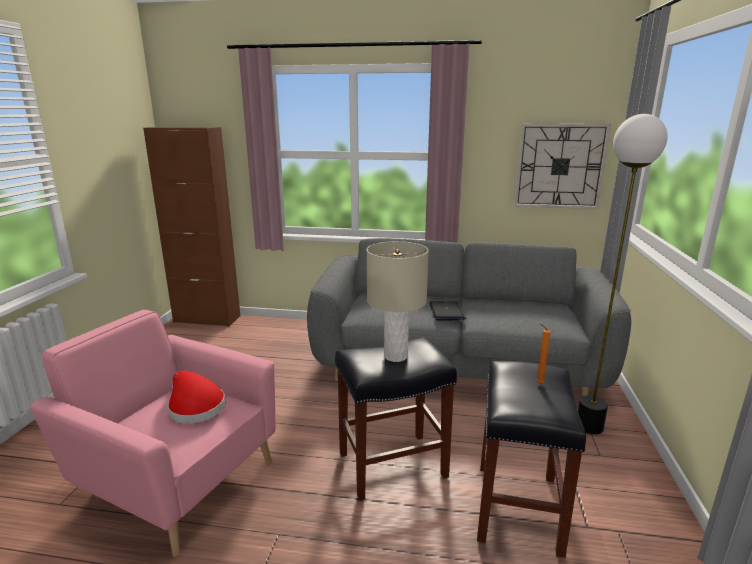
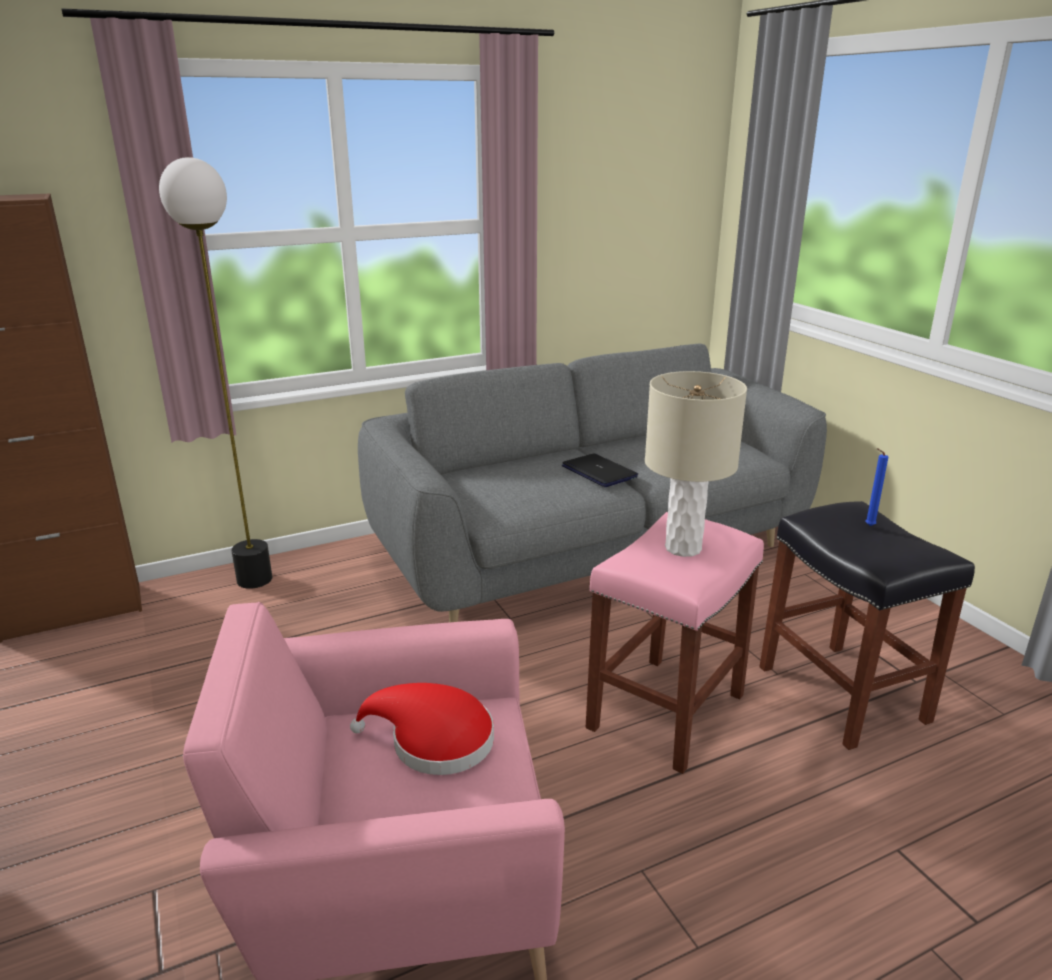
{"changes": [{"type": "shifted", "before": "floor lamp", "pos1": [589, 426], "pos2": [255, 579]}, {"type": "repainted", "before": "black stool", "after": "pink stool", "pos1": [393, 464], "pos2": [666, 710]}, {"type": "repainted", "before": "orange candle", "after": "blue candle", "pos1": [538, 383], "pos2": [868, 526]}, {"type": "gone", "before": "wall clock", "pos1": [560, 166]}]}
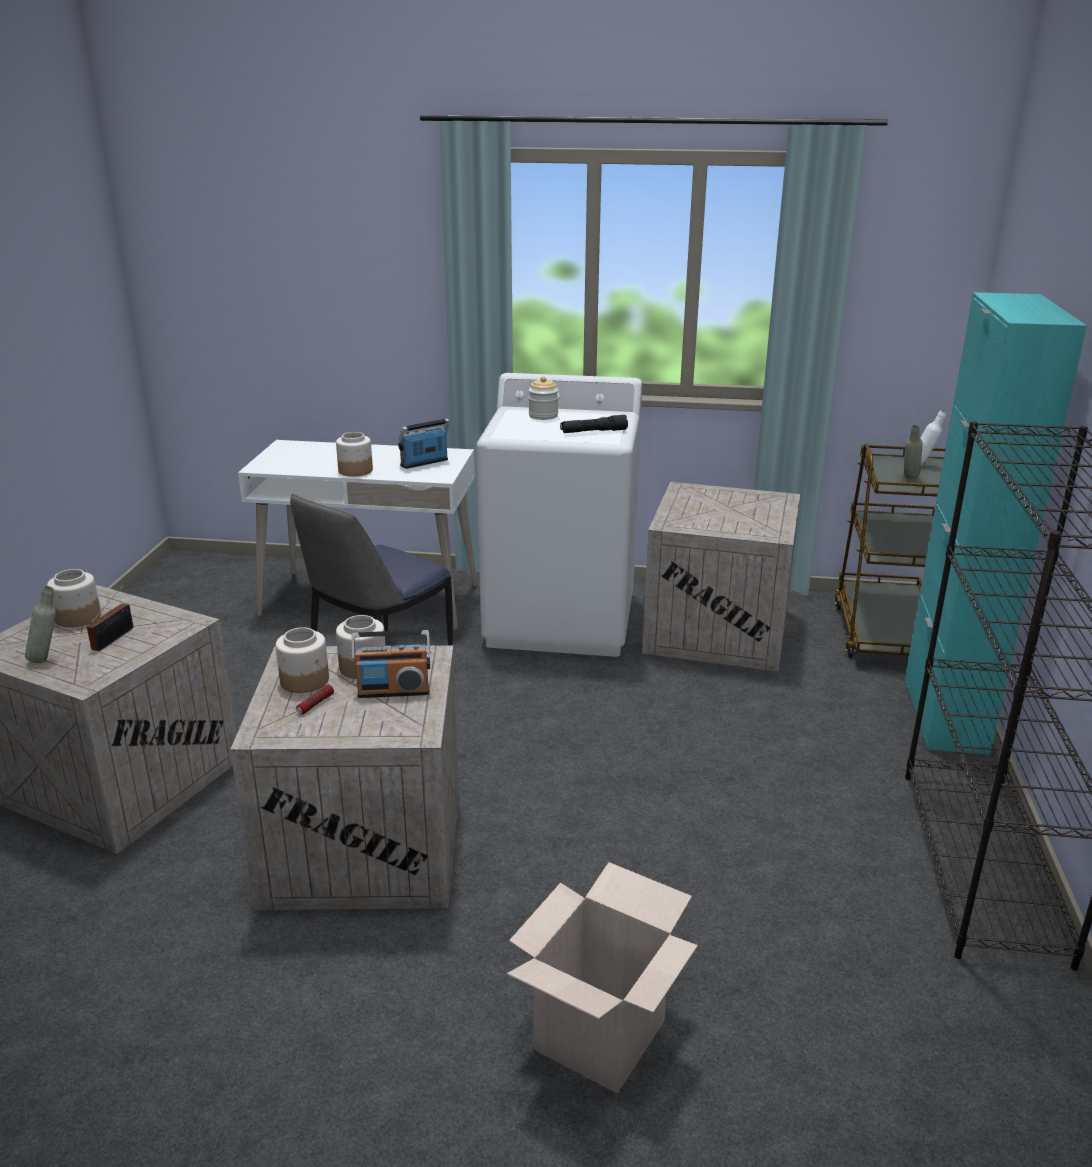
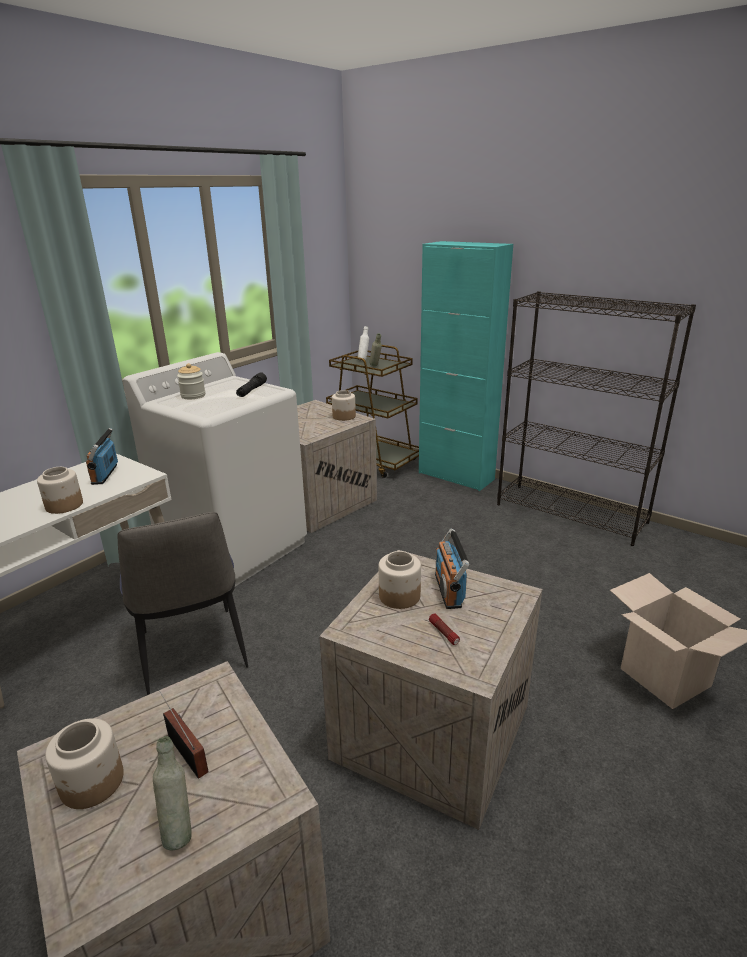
{"changes": [{"type": "shifted", "before": "jar", "pos1": [305, 680], "pos2": [344, 416]}, {"type": "rotated", "before": "radio", "pos1": [393, 691], "pos2": [449, 590], "turn": 150}]}
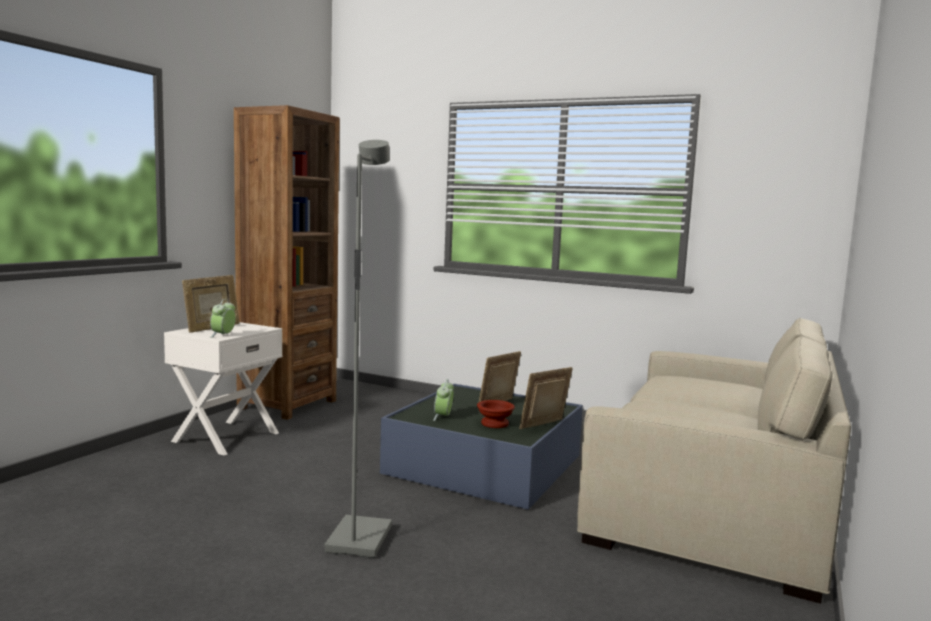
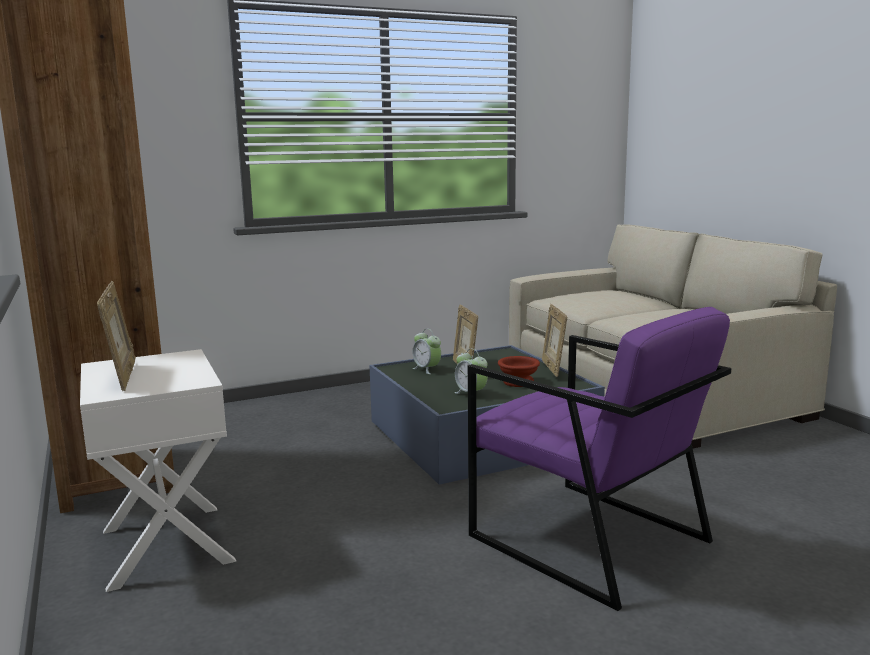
{"changes": [{"type": "shifted", "before": "alarm clock", "pos1": [223, 336], "pos2": [427, 369]}, {"type": "swapped", "before": "grey floor lamp", "after": "purple armchair", "pos1": [357, 539], "pos2": [588, 538]}]}
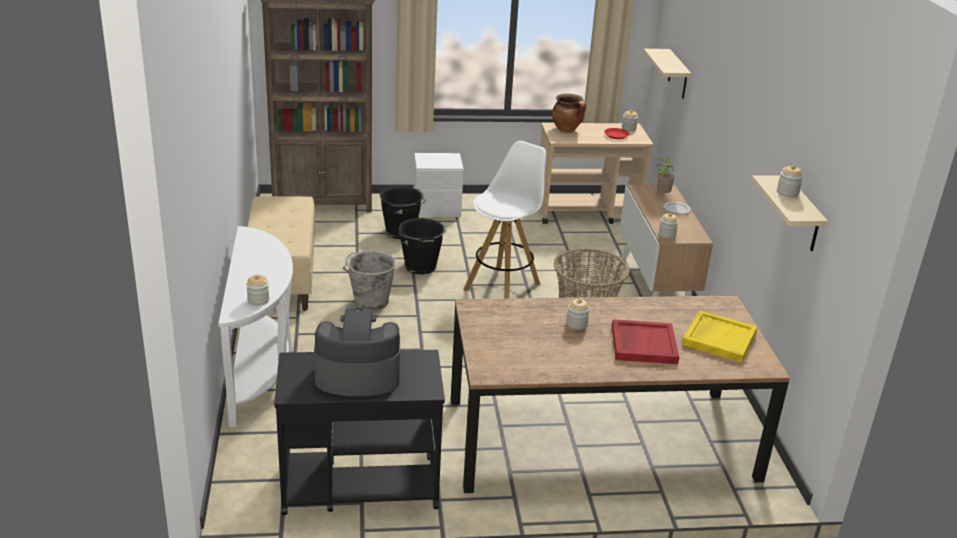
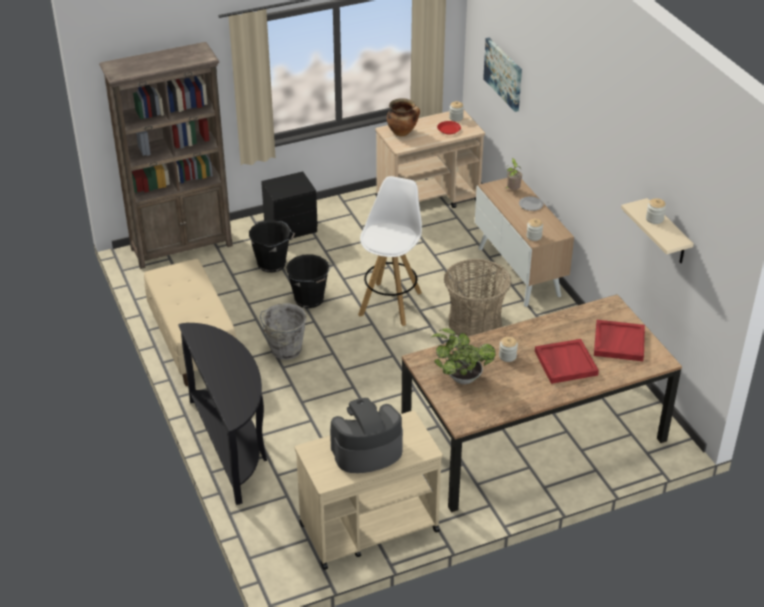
{"changes": [{"type": "repainted", "before": "white console table", "after": "black console table", "pos1": [262, 372], "pos2": [232, 445]}, {"type": "repainted", "before": "white nightstand", "after": "black nightstand", "pos1": [436, 209], "pos2": [290, 228]}, {"type": "repainted", "before": "black cart", "after": "beige cart", "pos1": [359, 485], "pos2": [368, 528]}, {"type": "new", "after": "potted plant", "pos2": [460, 377]}, {"type": "swapped", "before": "beige shelf", "after": "picture", "pos1": [678, 75], "pos2": [503, 74]}, {"type": "repainted", "before": "yellow tray", "after": "red tray", "pos1": [718, 338], "pos2": [618, 342]}, {"type": "gone", "before": "jar", "pos1": [258, 300]}]}
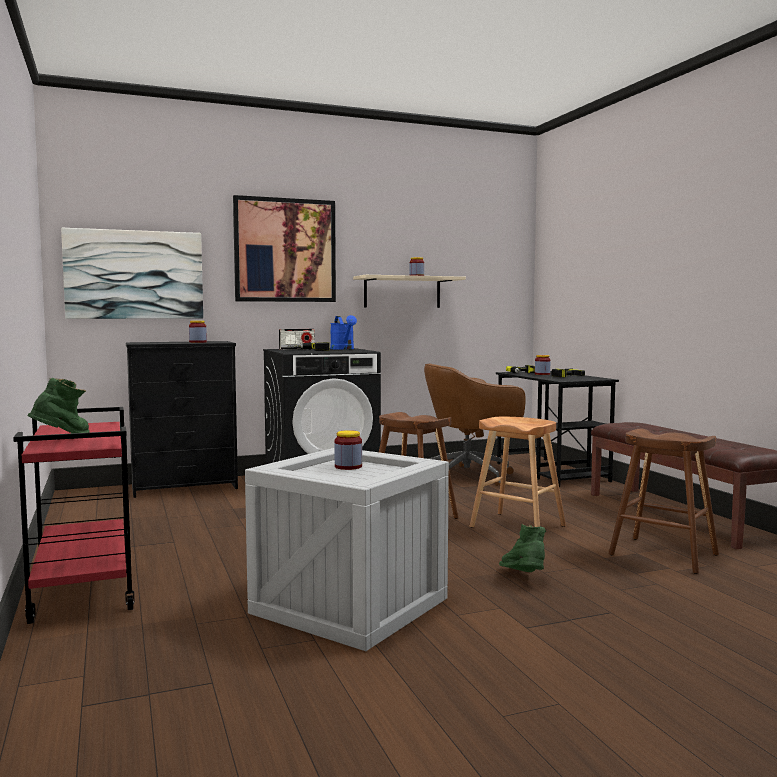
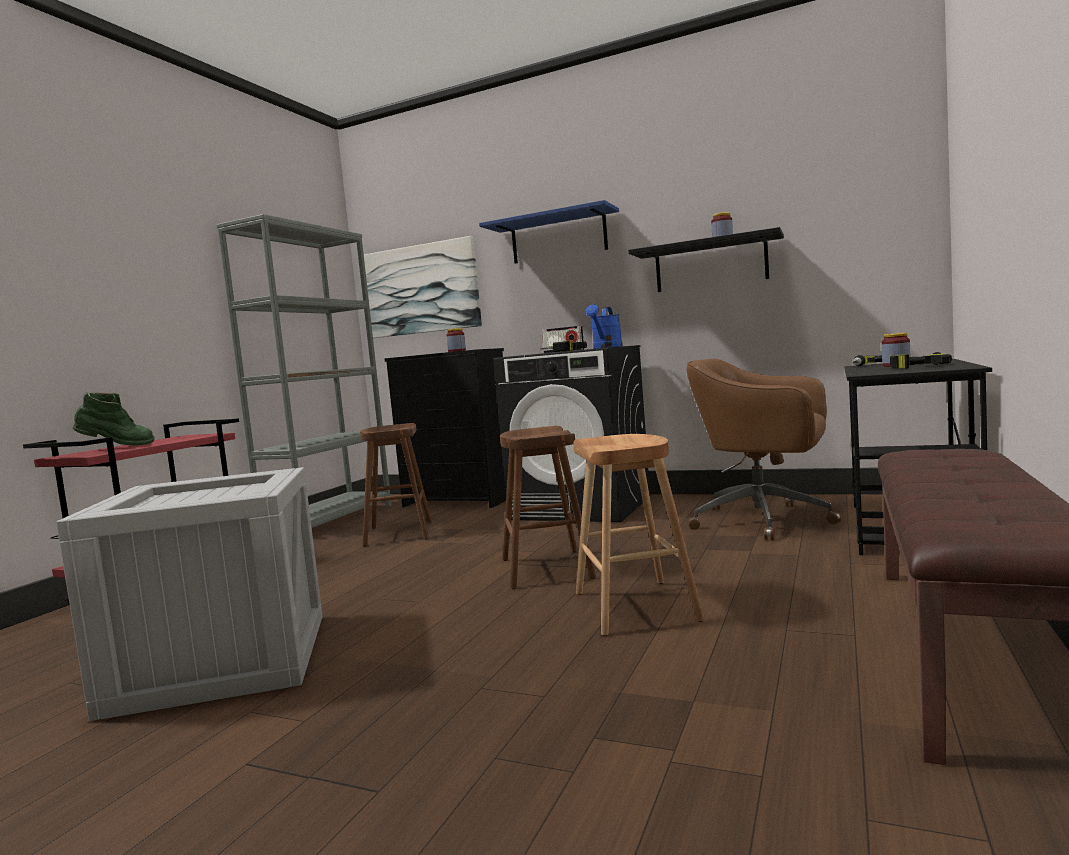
{"changes": [{"type": "new", "after": "grey bookcase", "pos2": [330, 520]}, {"type": "shifted", "before": "brown stool", "pos1": [664, 554], "pos2": [399, 533]}, {"type": "swapped", "before": "picture", "after": "blue shelf", "pos1": [285, 250], "pos2": [558, 237]}, {"type": "repainted", "before": "beige shelf", "after": "black shelf", "pos1": [402, 292], "pos2": [710, 265]}, {"type": "gone", "before": "jar", "pos1": [348, 466]}, {"type": "gone", "before": "green boot", "pos1": [523, 578]}]}
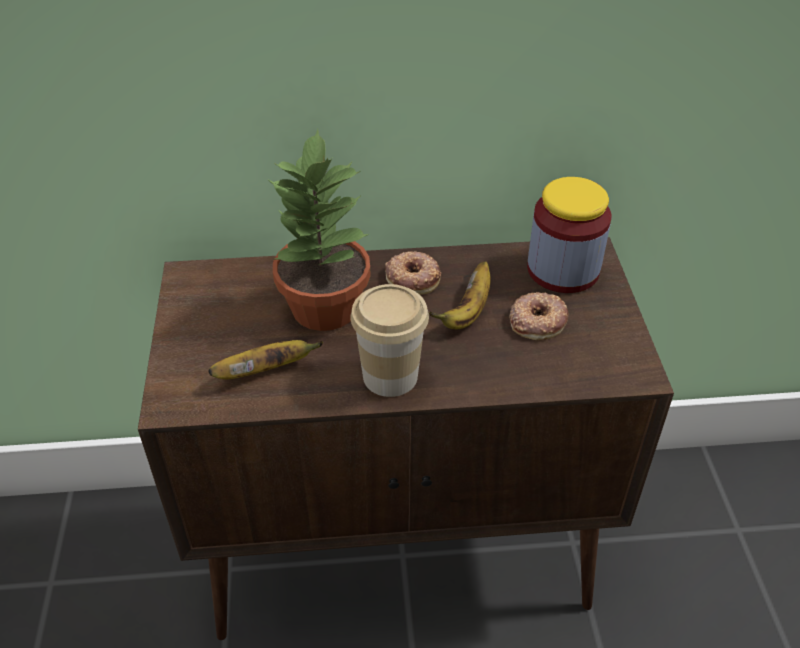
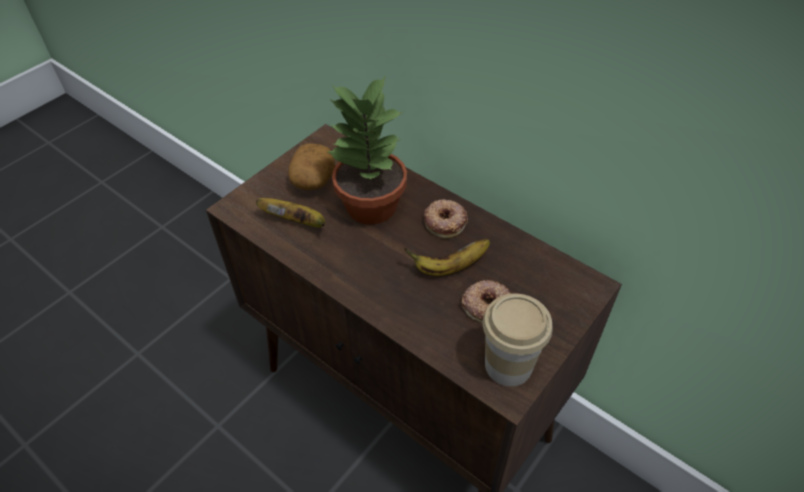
{"changes": [{"type": "new", "after": "potato", "pos2": [313, 179]}, {"type": "shifted", "before": "cup", "pos1": [390, 376], "pos2": [508, 365]}, {"type": "gone", "before": "jar", "pos1": [563, 270]}]}
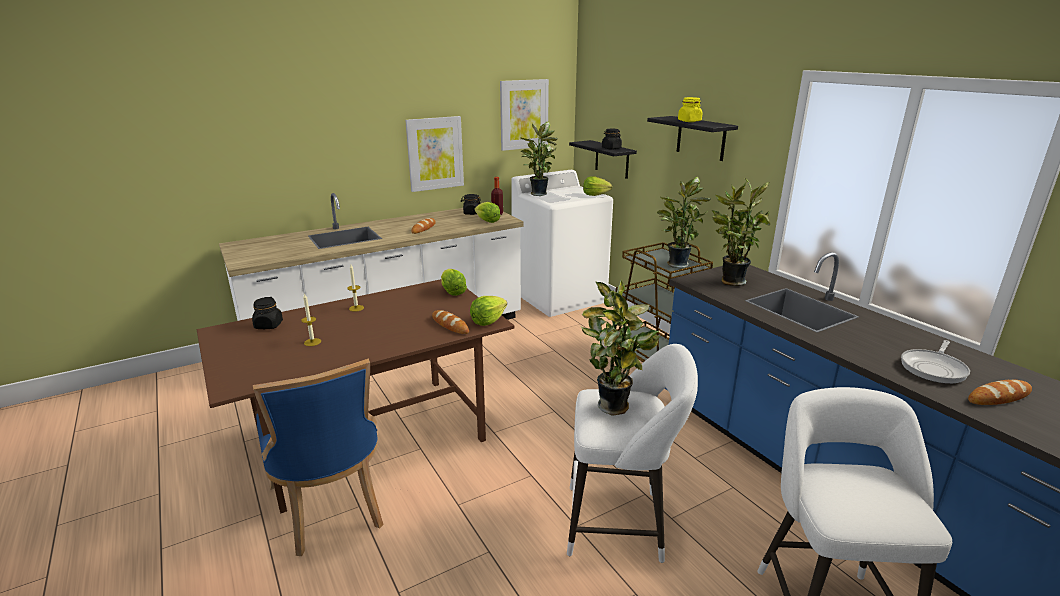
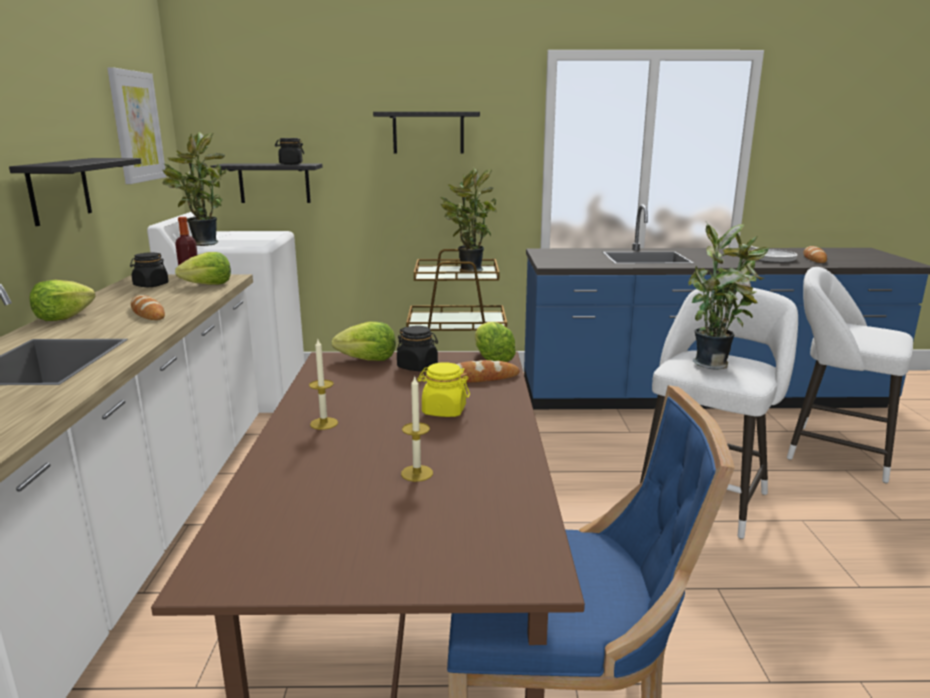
{"changes": [{"type": "swapped", "before": "picture", "after": "black shelf", "pos1": [435, 153], "pos2": [59, 190]}, {"type": "shifted", "before": "lettuce", "pos1": [595, 195], "pos2": [63, 317]}, {"type": "shifted", "before": "black jar", "pos1": [268, 325], "pos2": [417, 367]}, {"type": "shifted", "before": "yellow jar", "pos1": [689, 121], "pos2": [443, 411]}, {"type": "gone", "before": "potted plant", "pos1": [730, 281]}]}
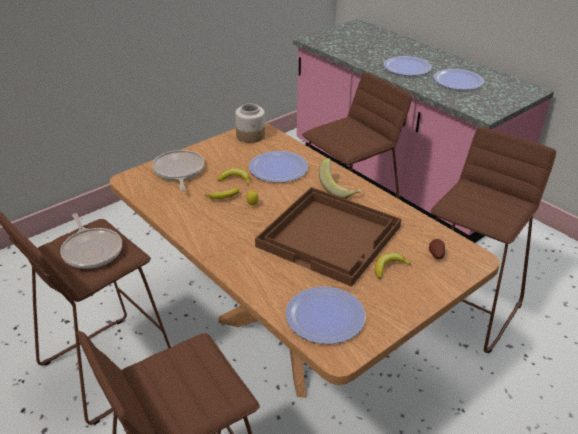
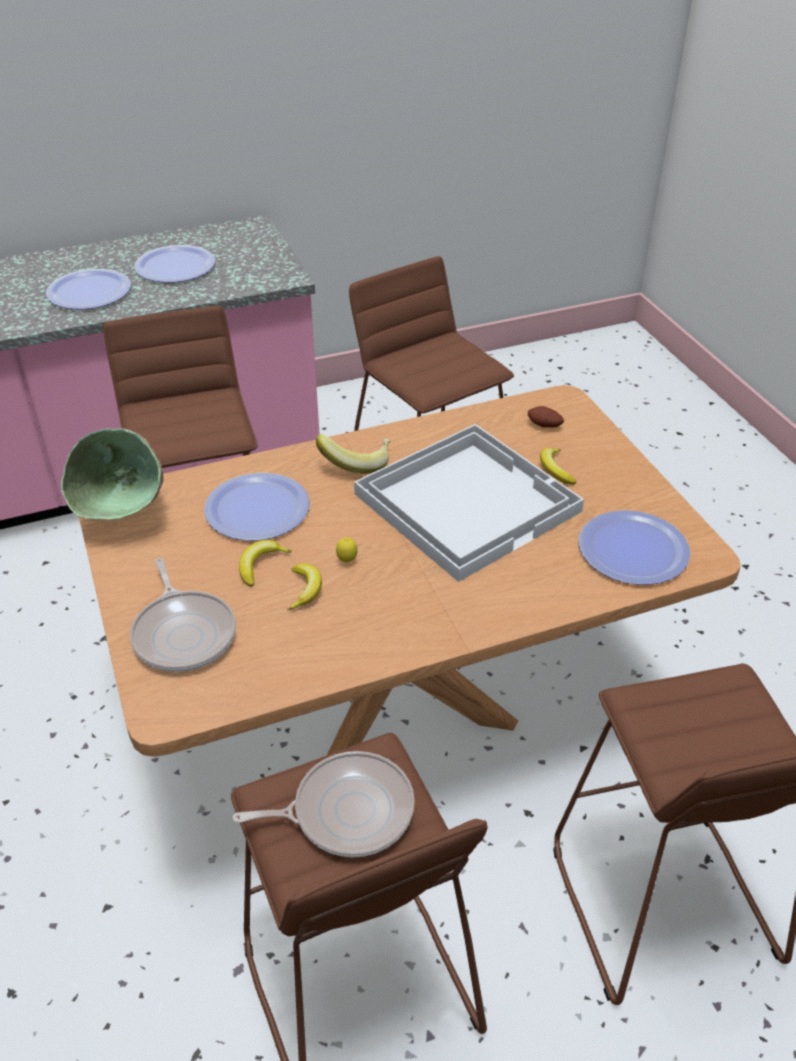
{"changes": [{"type": "swapped", "before": "jar", "after": "green bowl", "pos1": [251, 136], "pos2": [128, 517]}, {"type": "rotated", "before": "frying pan", "pos1": [179, 171], "pos2": [184, 633], "turn": -120}, {"type": "repainted", "before": "brown tray", "after": "white tray", "pos1": [330, 236], "pos2": [467, 501]}]}
